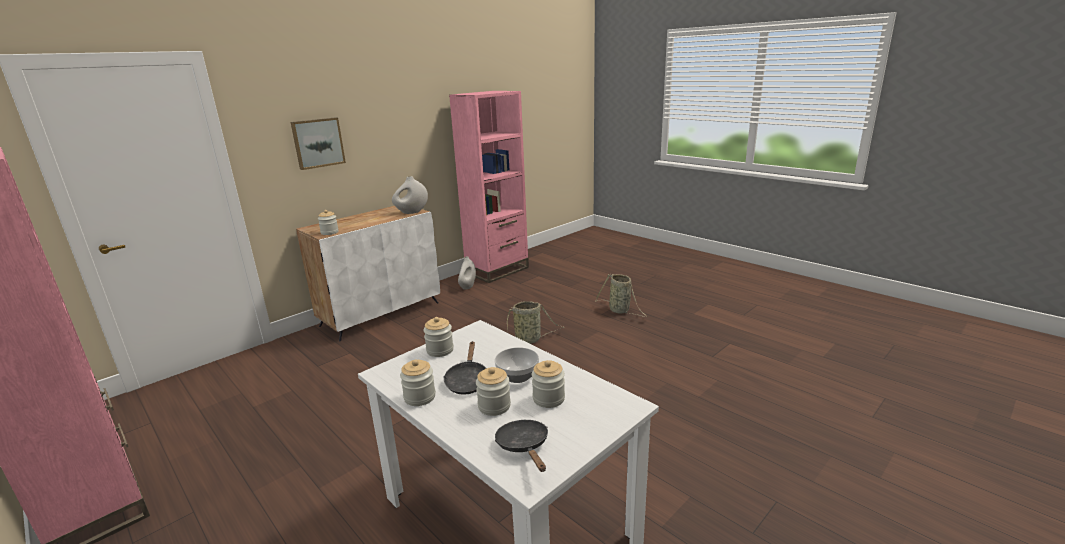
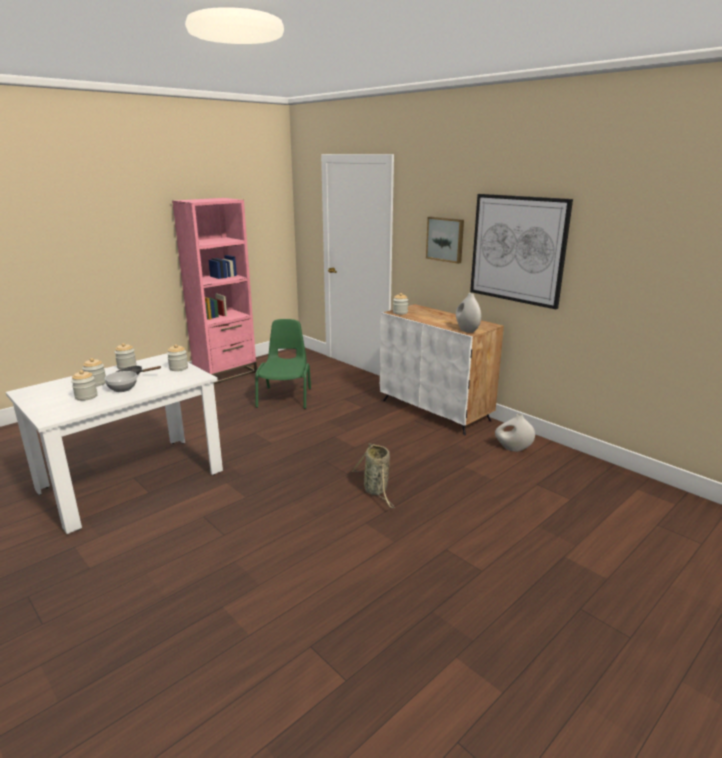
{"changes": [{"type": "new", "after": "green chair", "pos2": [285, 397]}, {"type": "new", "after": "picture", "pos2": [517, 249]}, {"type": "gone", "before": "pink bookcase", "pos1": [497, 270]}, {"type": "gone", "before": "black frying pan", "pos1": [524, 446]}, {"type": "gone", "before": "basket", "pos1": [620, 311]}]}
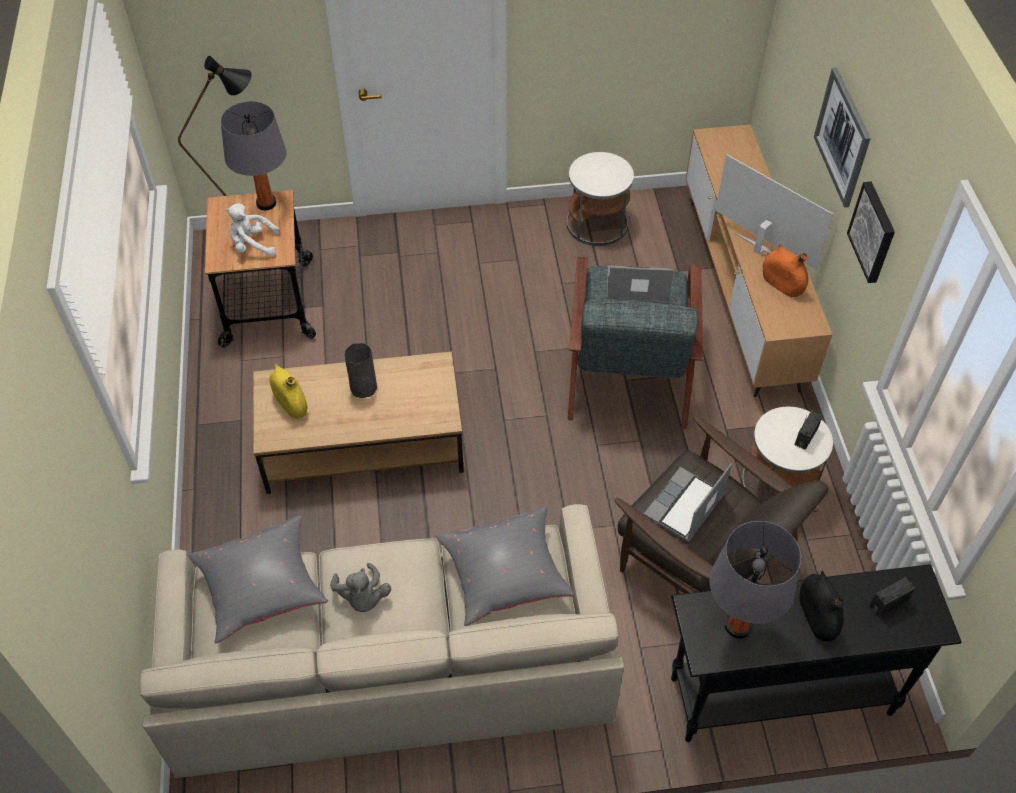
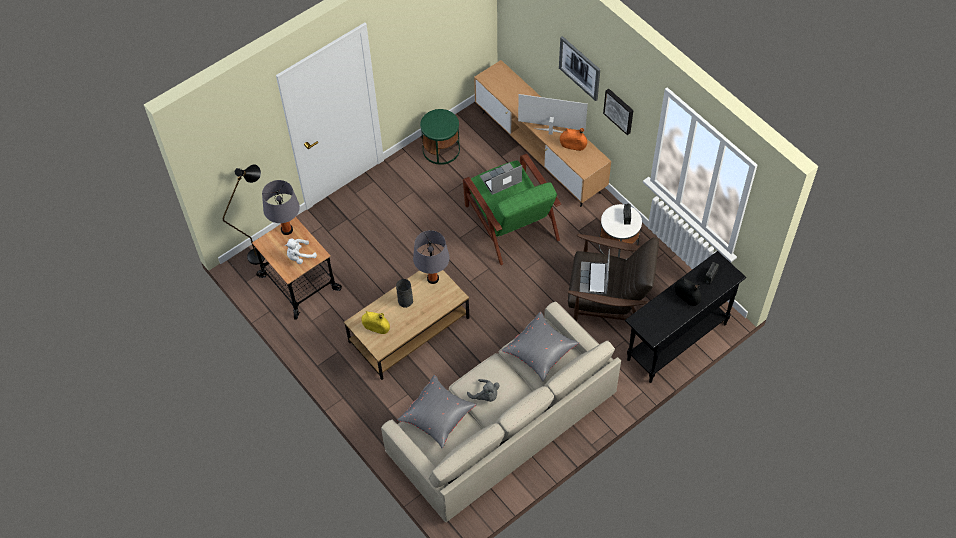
{"changes": [{"type": "shifted", "before": "grey table lamp", "pos1": [738, 625], "pos2": [433, 278]}, {"type": "repainted", "before": "white side table", "after": "green side table", "pos1": [597, 224], "pos2": [441, 149]}, {"type": "repainted", "before": "grey armchair", "after": "green armchair", "pos1": [629, 365], "pos2": [510, 220]}]}
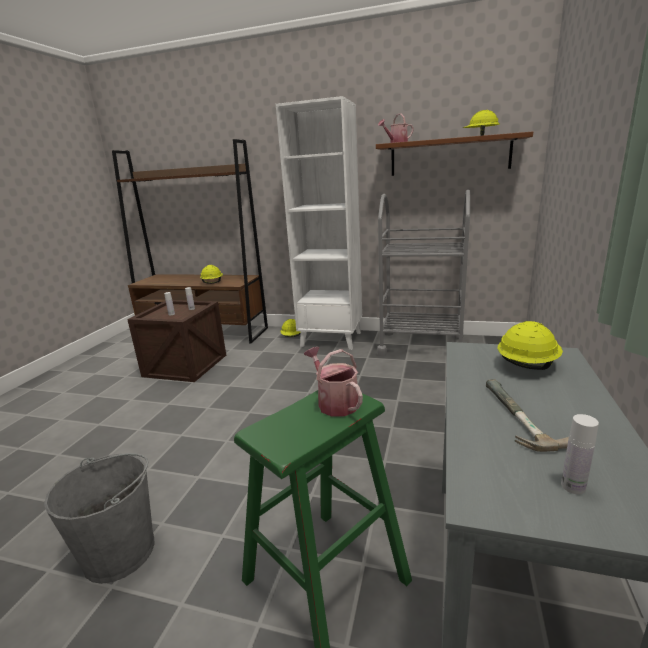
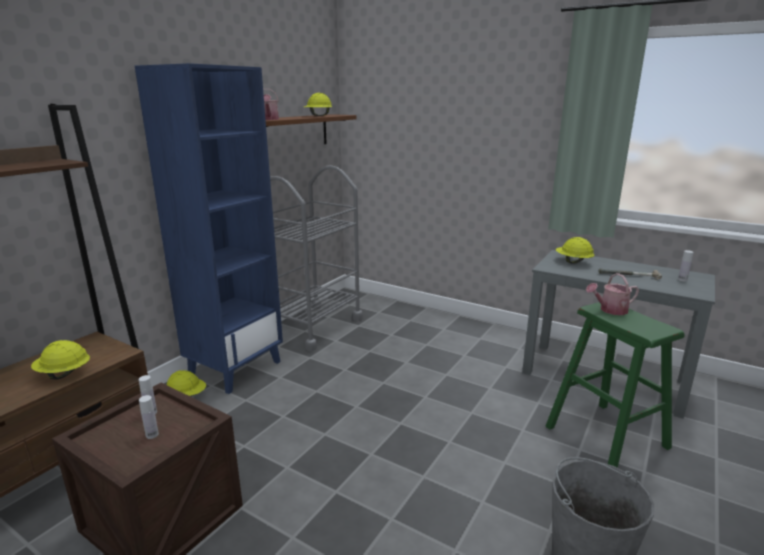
{"changes": [{"type": "repainted", "before": "white bookcase", "after": "blue bookcase", "pos1": [332, 339], "pos2": [235, 368]}]}
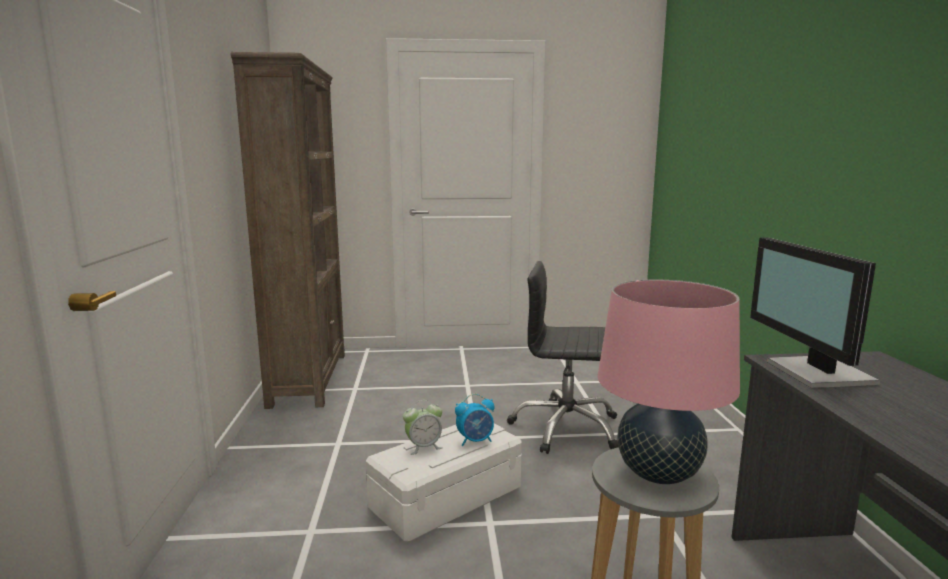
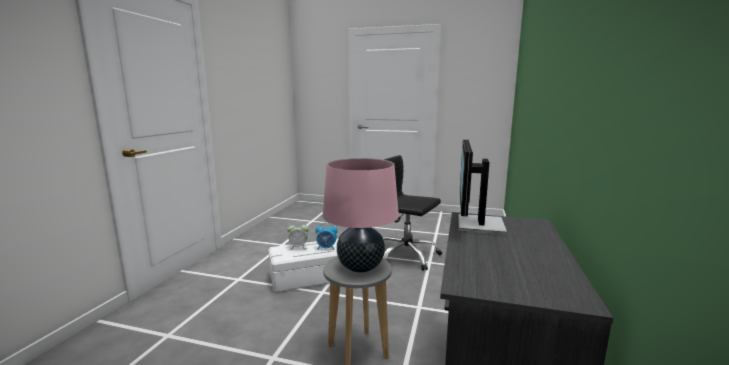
{"changes": [{"type": "gone", "before": "brown bookcase", "pos1": [309, 379]}]}
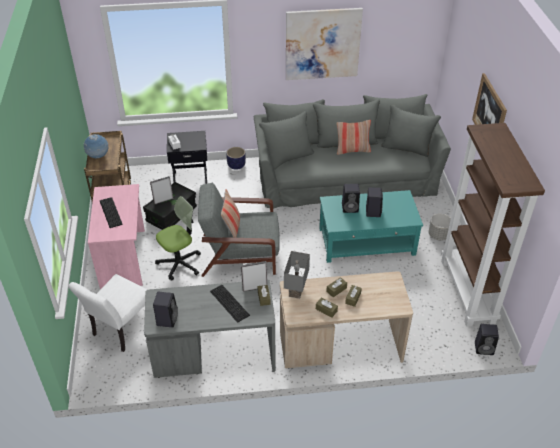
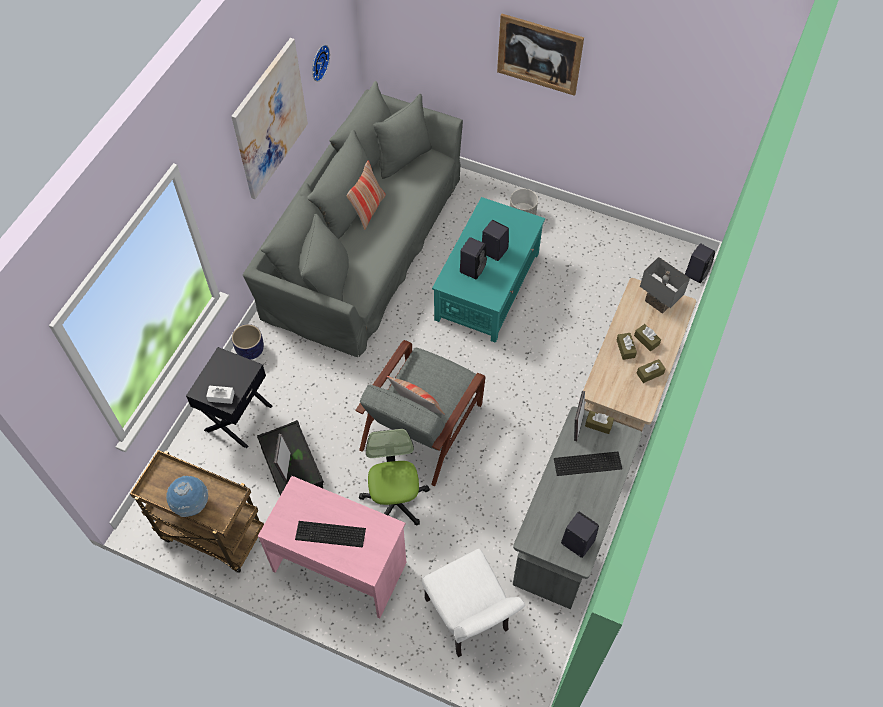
{"changes": [{"type": "new", "after": "wall clock", "pos2": [318, 62]}, {"type": "shifted", "before": "grey table lamp", "pos1": [295, 290], "pos2": [656, 303]}, {"type": "gone", "before": "brown bookcase", "pos1": [468, 291]}]}
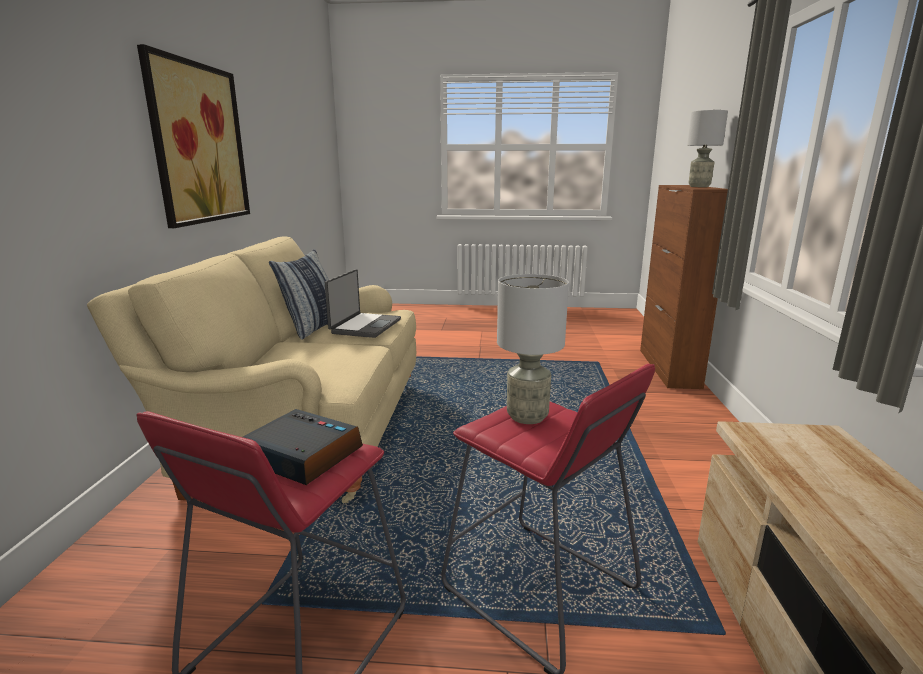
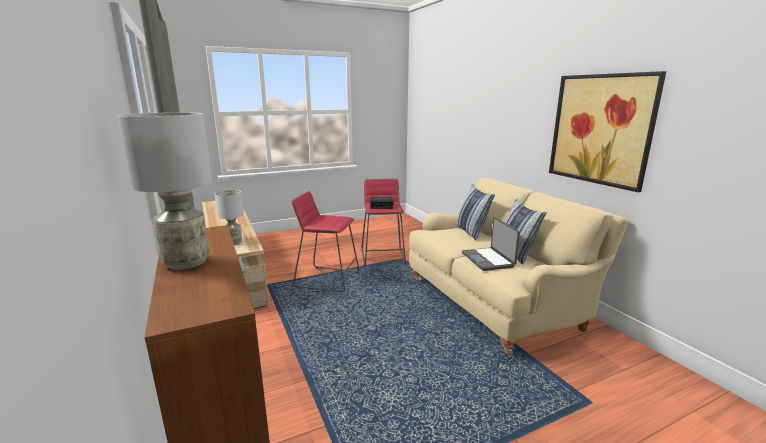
{"changes": [{"type": "shifted", "before": "grey table lamp", "pos1": [527, 417], "pos2": [234, 242]}, {"type": "new", "after": "pillow", "pos2": [471, 232]}]}
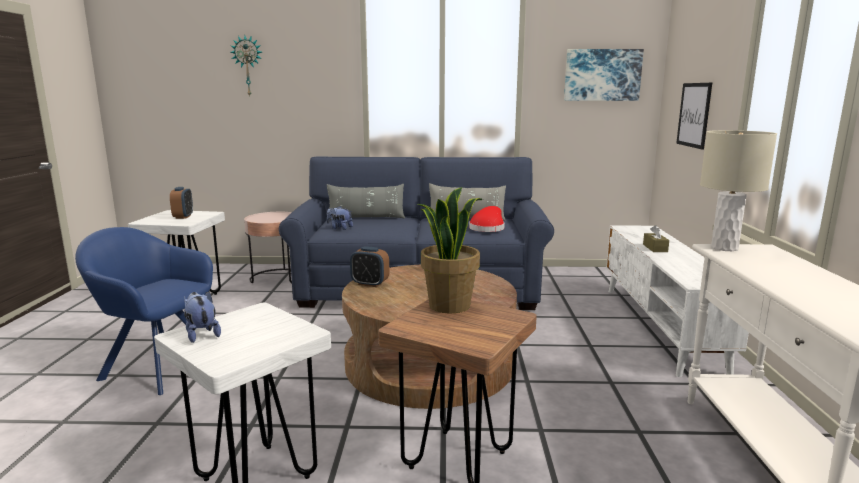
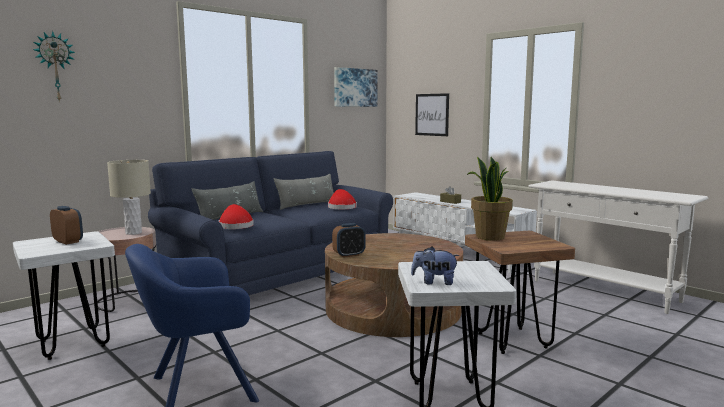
{"changes": [{"type": "shifted", "before": "beige table lamp", "pos1": [724, 248], "pos2": [133, 233]}, {"type": "swapped", "before": "plush toy", "after": "red hat", "pos1": [339, 228], "pos2": [235, 226]}]}
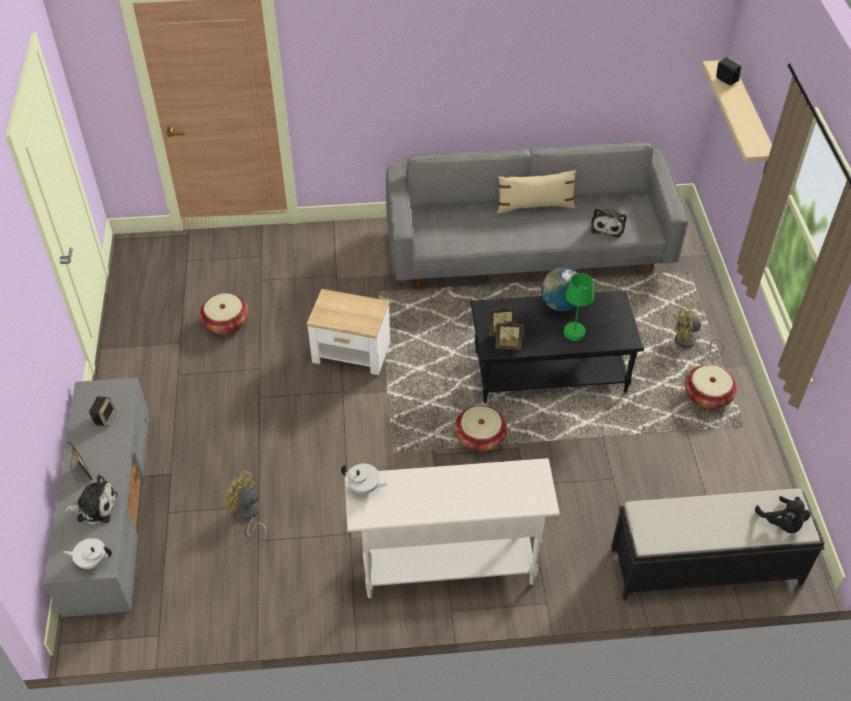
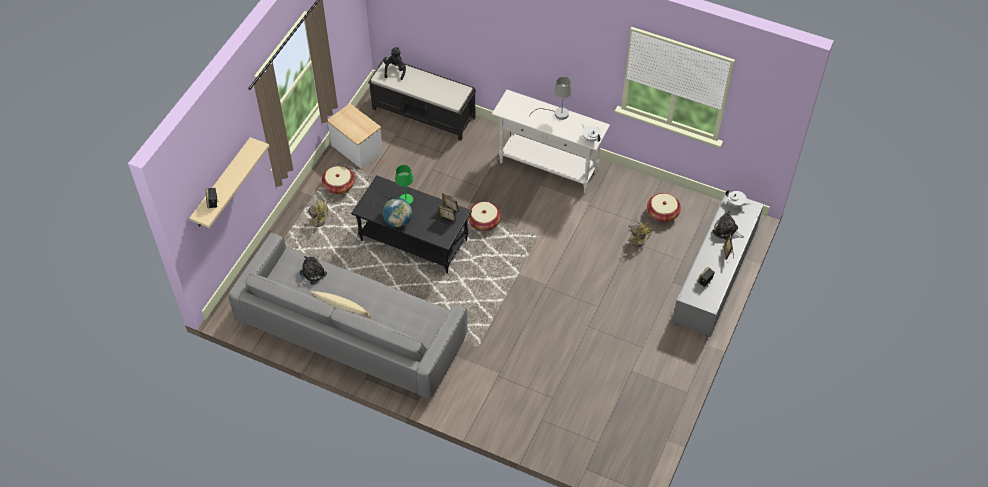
{"changes": [{"type": "shifted", "before": "side table", "pos1": [351, 353], "pos2": [357, 149]}, {"type": "new", "after": "grey table lamp", "pos2": [557, 113]}, {"type": "shifted", "before": "basket", "pos1": [226, 322], "pos2": [662, 213]}]}
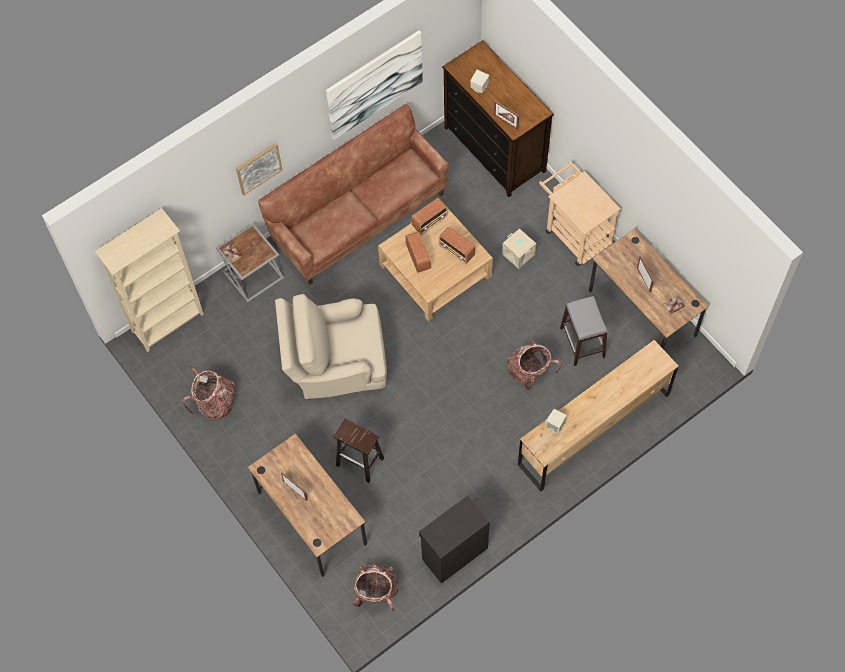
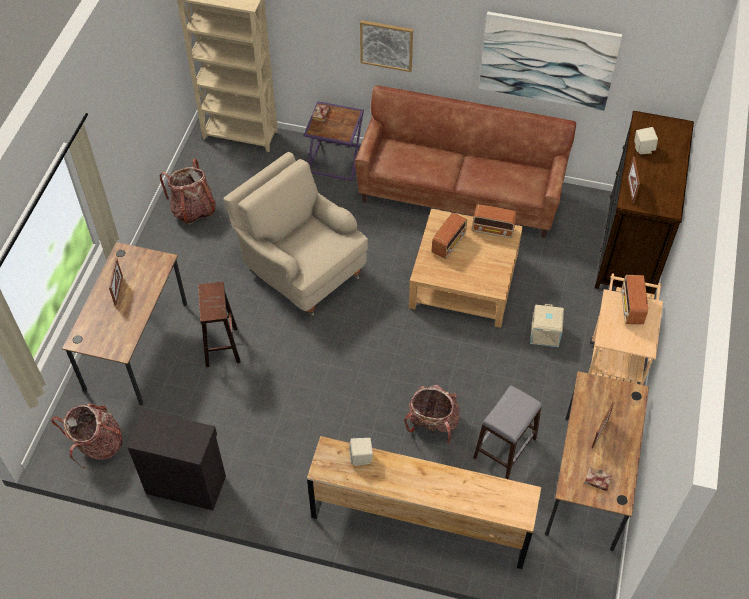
{"changes": [{"type": "repainted", "before": "grey side table", "after": "purple side table", "pos1": [253, 274], "pos2": [336, 159]}, {"type": "shifted", "before": "radio", "pos1": [457, 251], "pos2": [631, 308]}]}
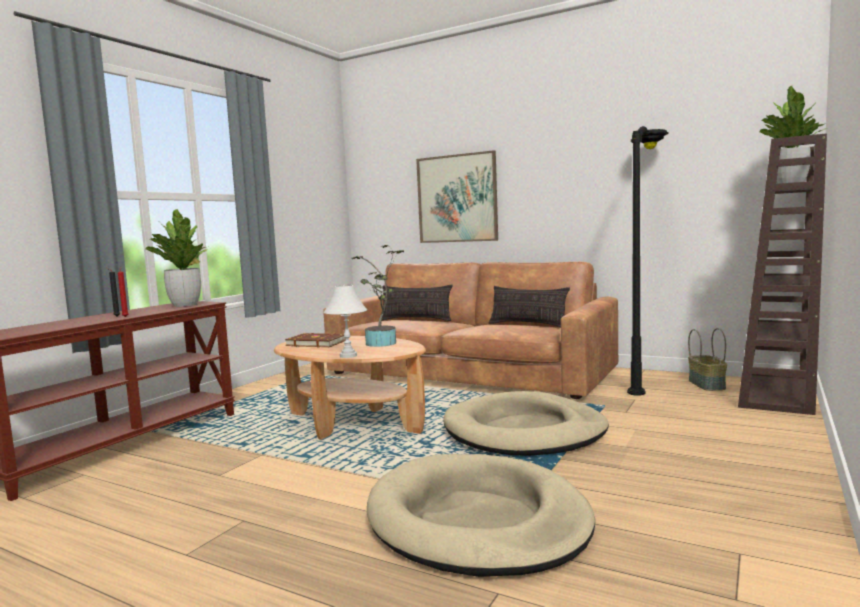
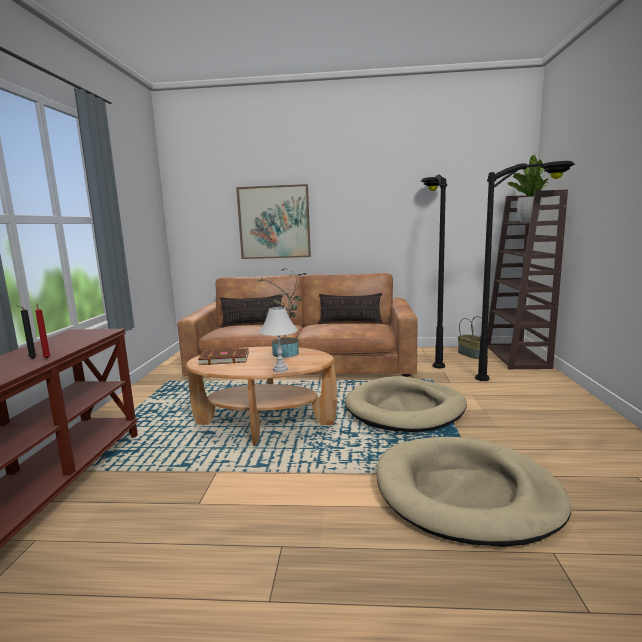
{"changes": [{"type": "new", "after": "black floor lamp", "pos2": [524, 377]}, {"type": "gone", "before": "potted plant", "pos1": [185, 305]}]}
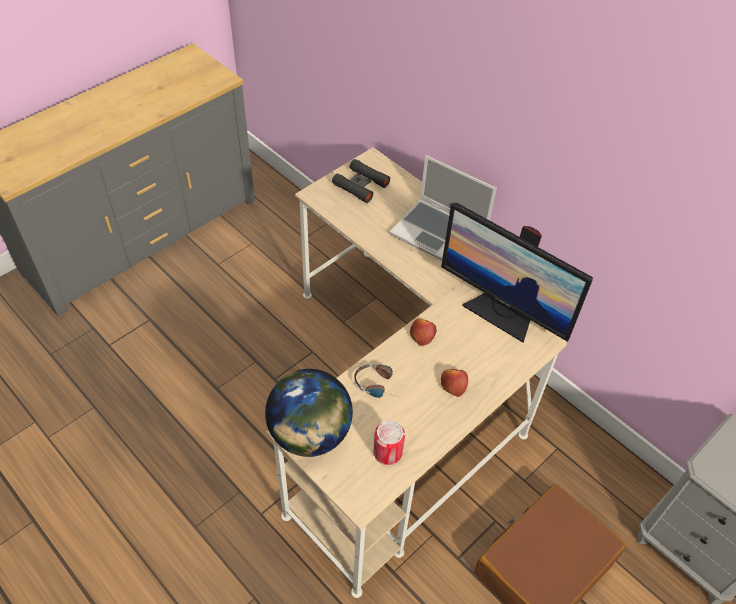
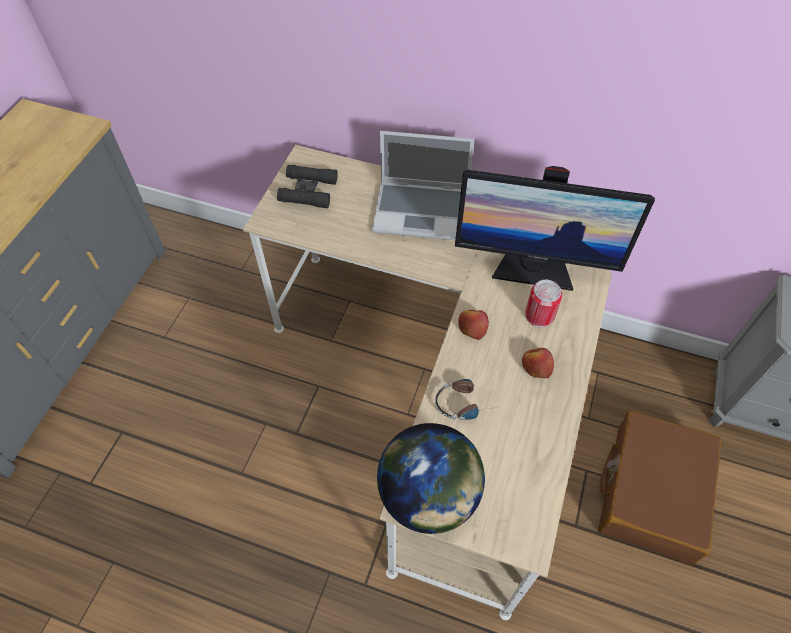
{"changes": [{"type": "shifted", "before": "can", "pos1": [387, 452], "pos2": [539, 315]}]}
